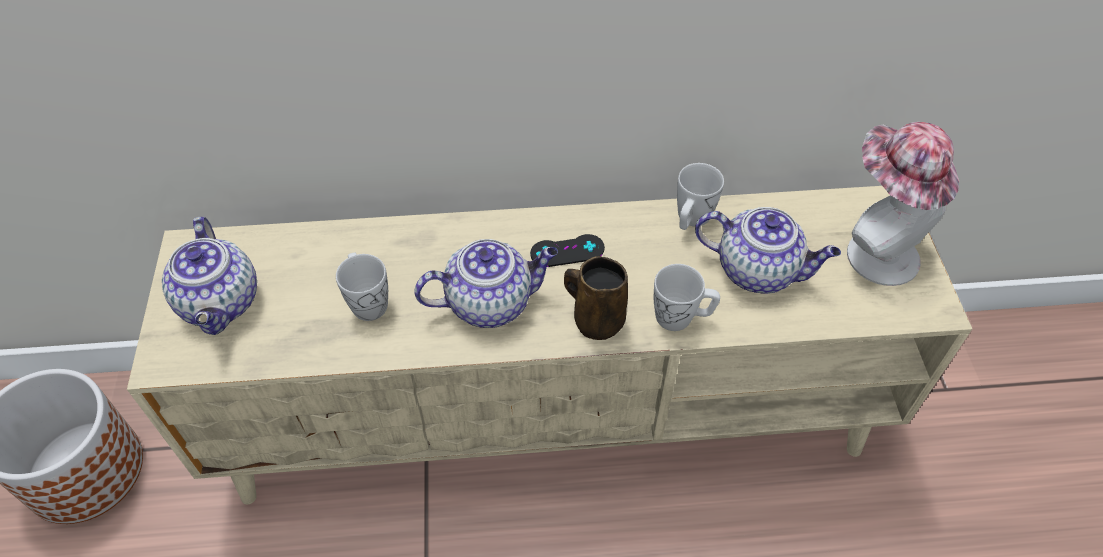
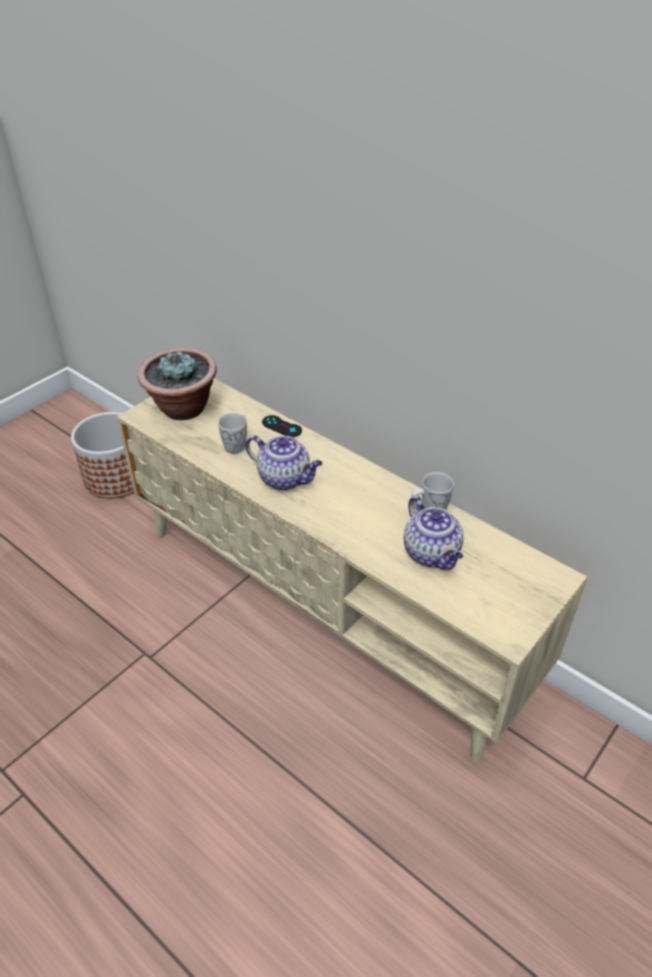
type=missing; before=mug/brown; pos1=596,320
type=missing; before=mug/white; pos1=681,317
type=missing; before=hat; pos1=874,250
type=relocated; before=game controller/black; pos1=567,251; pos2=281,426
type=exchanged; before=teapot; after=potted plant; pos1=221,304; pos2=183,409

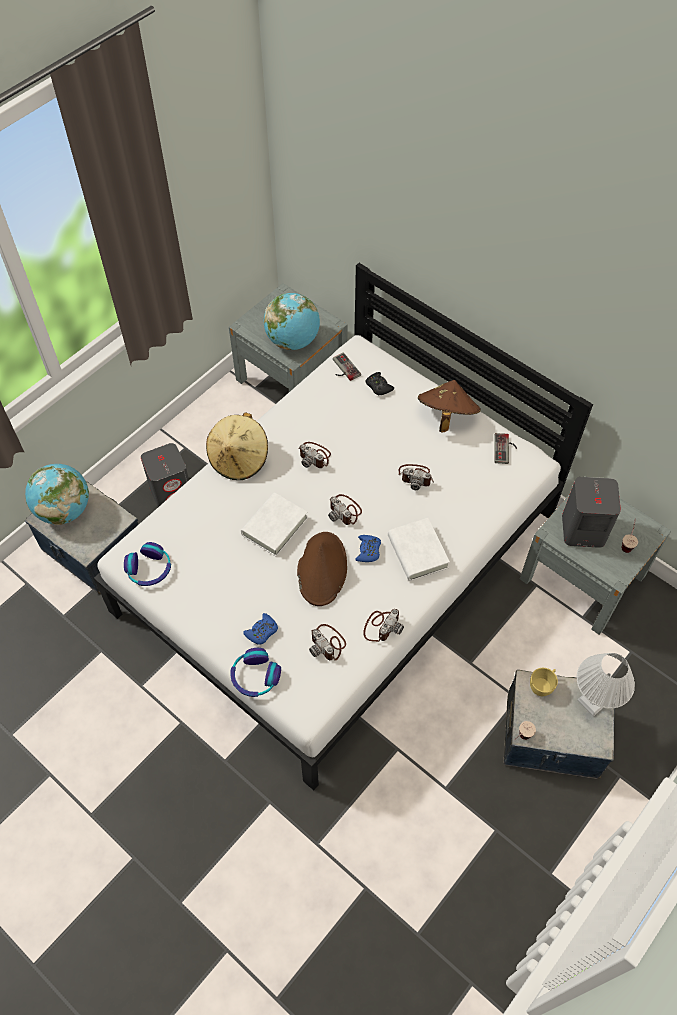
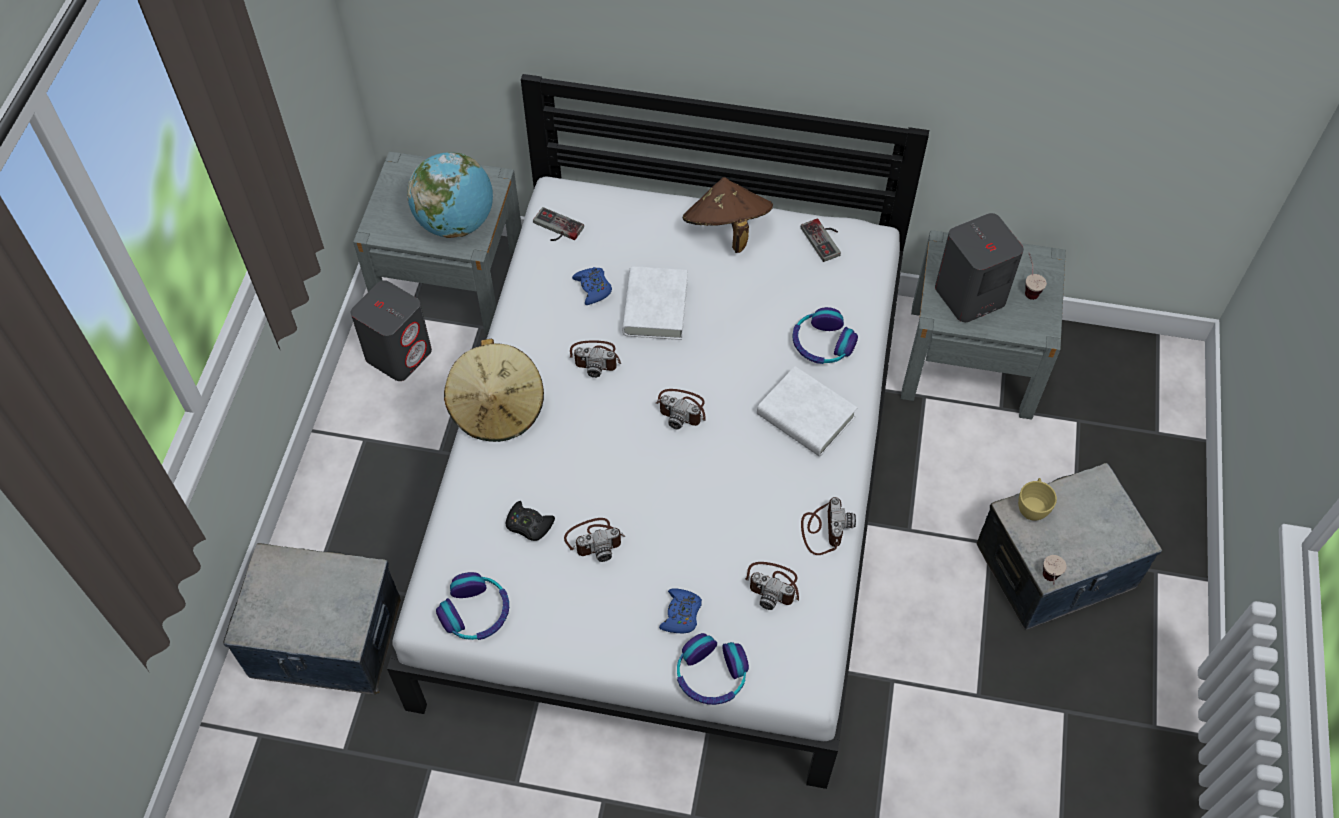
type=missing; before=globe; pos1=64,510
type=missing; before=hat/brown; pos1=322,569
type=missing; before=table lamp/white; pos1=592,702
type=appeared; after=headphones; pos2=822,344
type=relocated; before=speaker/grey; pos1=172,493; pos2=399,354
type=relocated; before=book/white; pos1=274,527; pos2=655,308
type=relocated; before=game controller/blue; pos1=368,550; pos2=593,288
type=relocated; before=game controller/black; pos1=378,386; pos2=529,525
type=relocated; before=photo camera; pos1=416,477; pos2=595,539

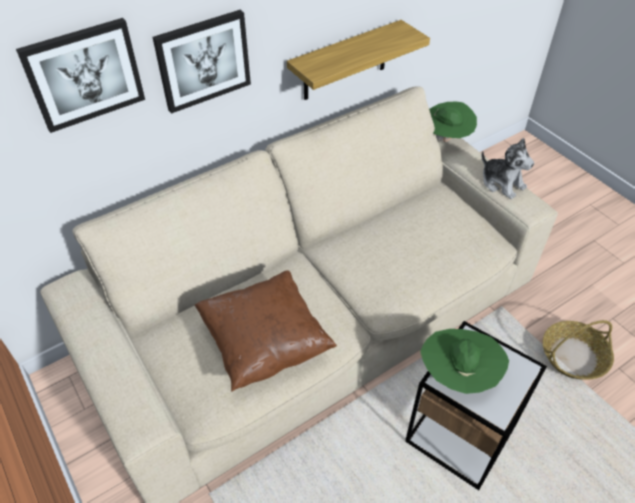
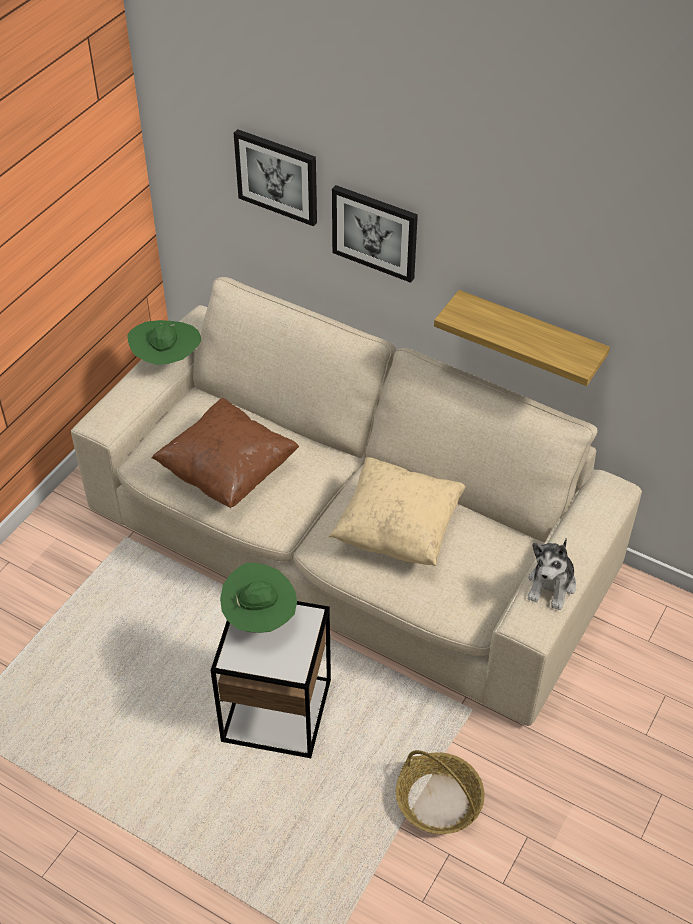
type=appeared; after=pillow/beige; pos2=398,530
type=relocated; before=hat/green; pos1=445,139; pos2=167,360

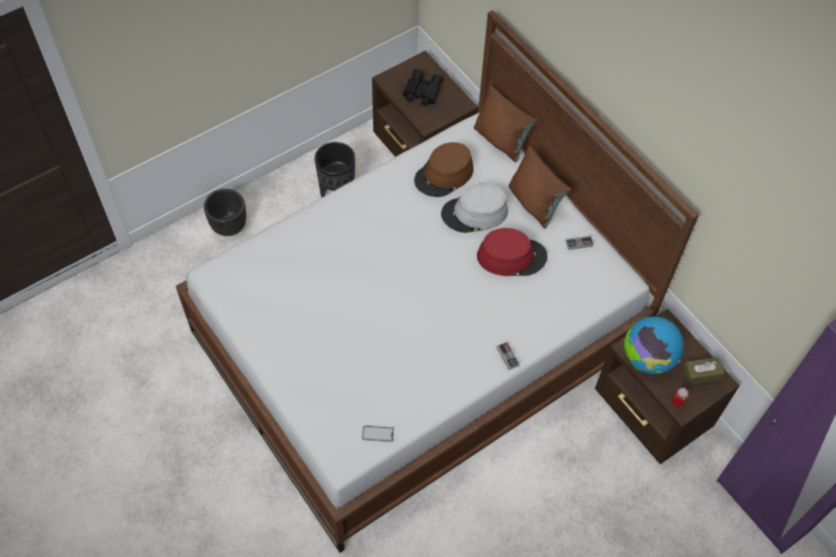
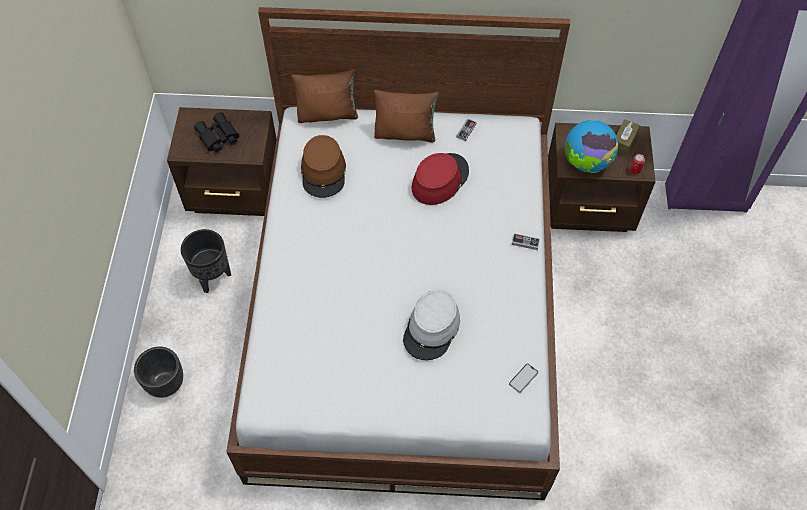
type=relocated; before=hat/grey; pos1=474,213; pos2=432,329

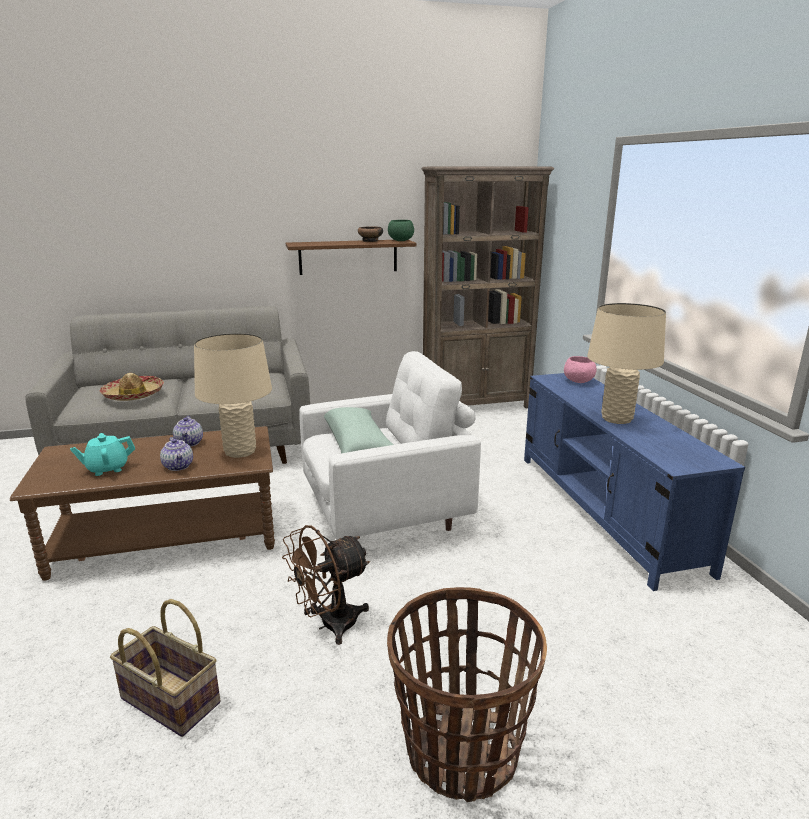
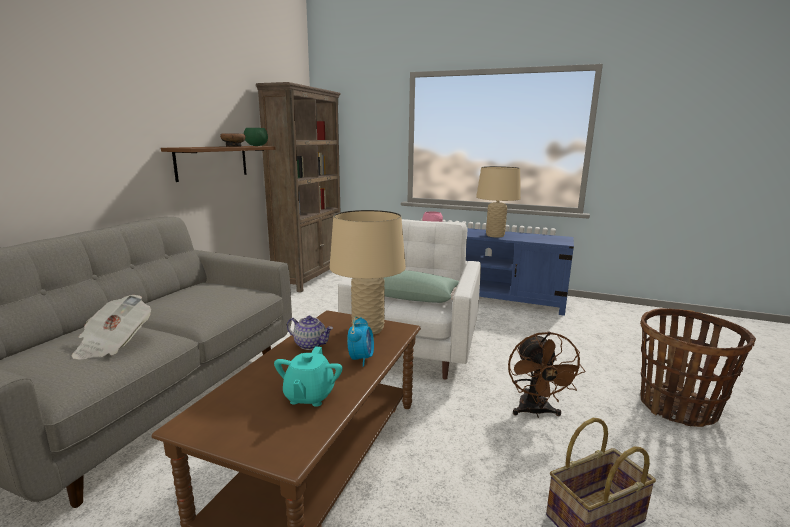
type=exchanged; before=hat; after=newspaper; pos1=133,395; pos2=114,344
type=exchanged; before=teapot; after=alarm clock; pos1=178,466; pos2=361,359

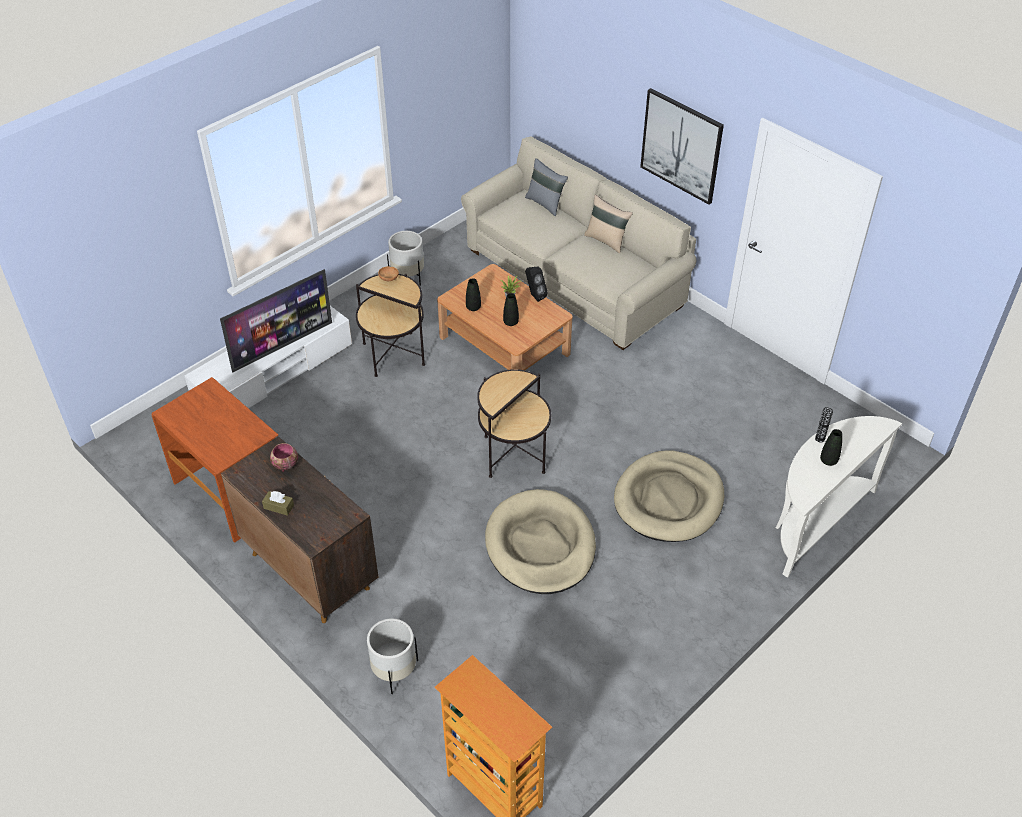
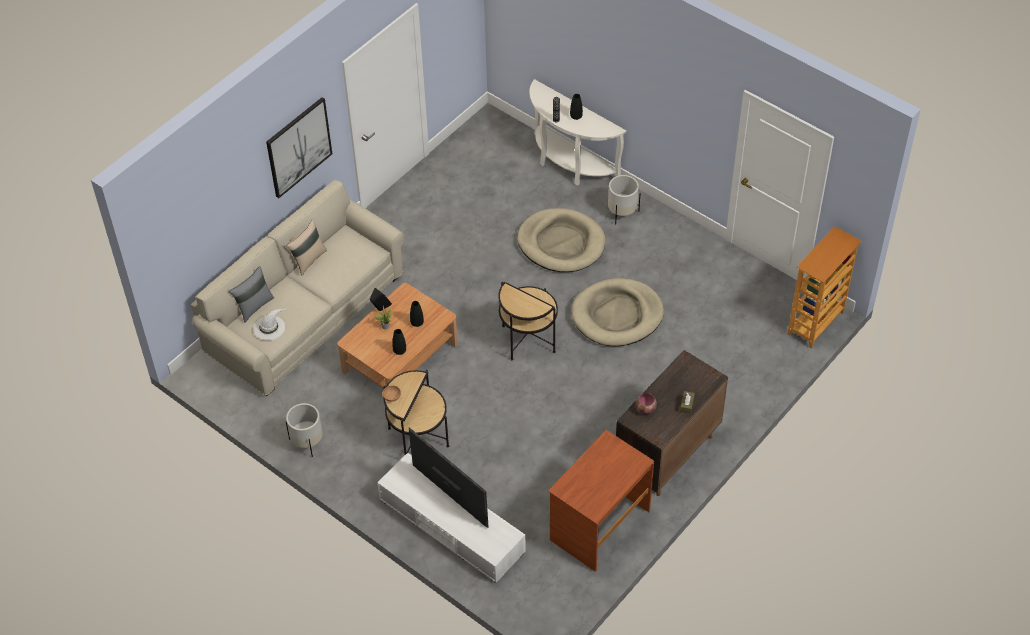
type=appeared; after=hat/white; pos2=269,327
type=relocated; before=planter/white; pos1=394,671; pos2=622,213

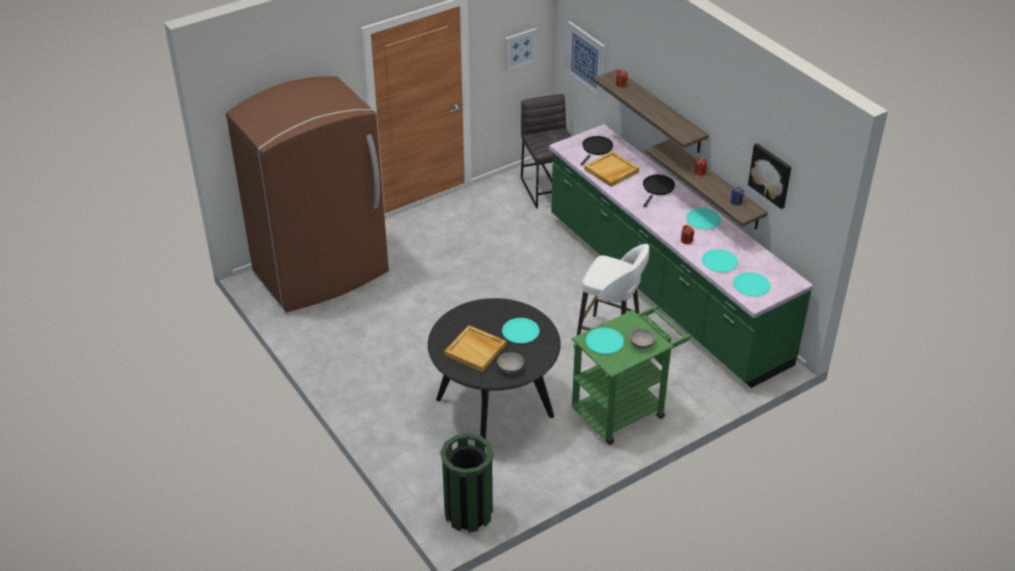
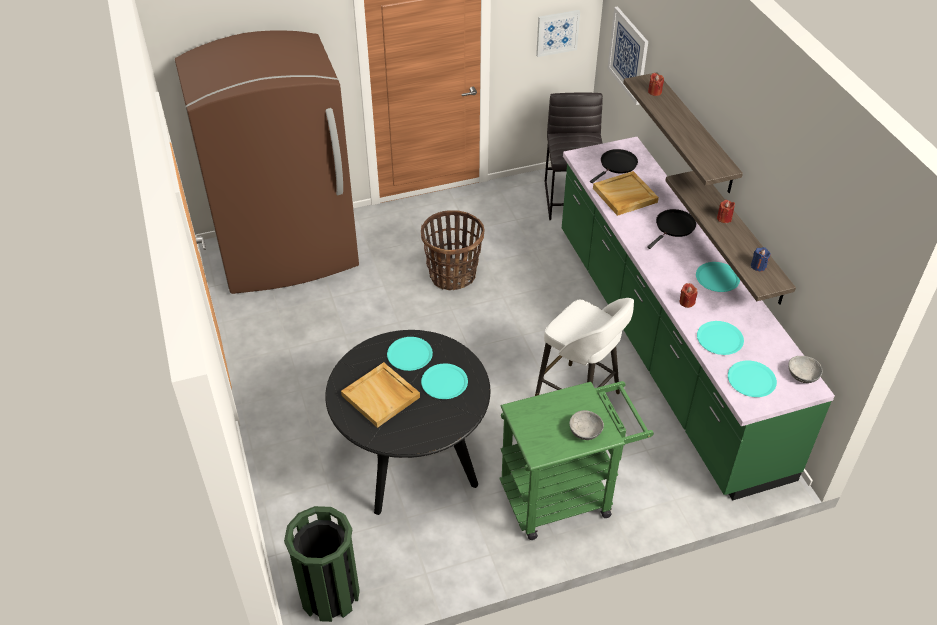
type=missing; before=picture; pos1=771,175
type=appeared; after=basket; pos2=452,275
type=relocated; before=bowl/grey; pos1=510,368; pos2=802,376
type=relocated; before=plate/turquoise; pos1=604,341; pos2=409,354

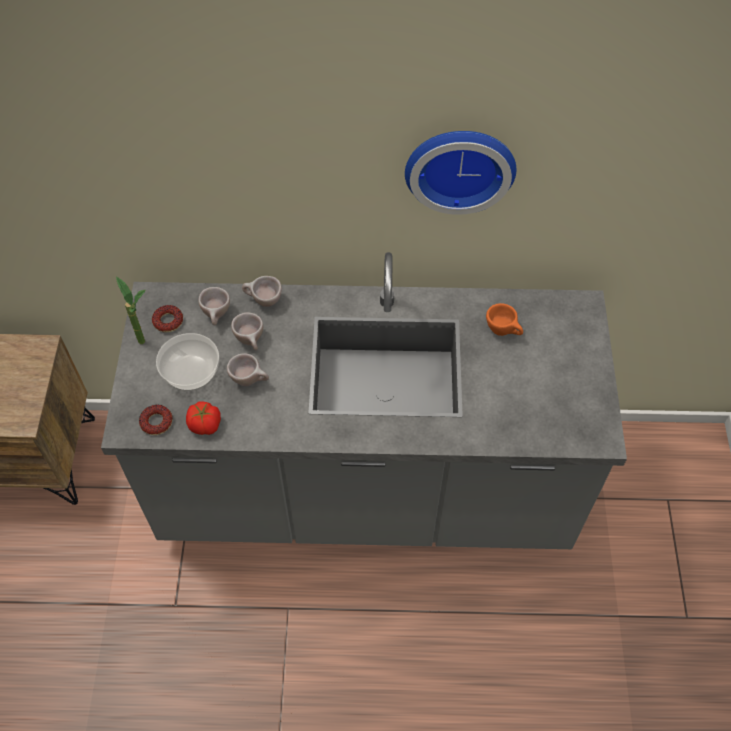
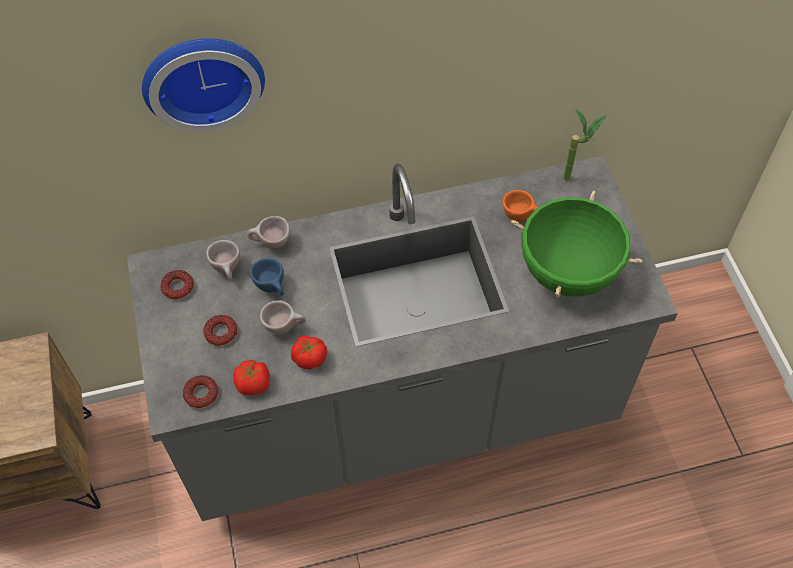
type=appeared; after=tomato; pos2=310,359
type=appeared; after=cooking pot/green; pos2=568,273
type=relocated; before=potted plant; pos1=148,344; pos2=574,179
type=relocated; before=wall clock; pos1=459,165; pos2=202,77
type=exchanged; before=bowl; after=donut; pos1=192,371; pos2=221,333
type=colour; before=cup/beige; after=cup/blue; pos1=251,342; pos2=273,288

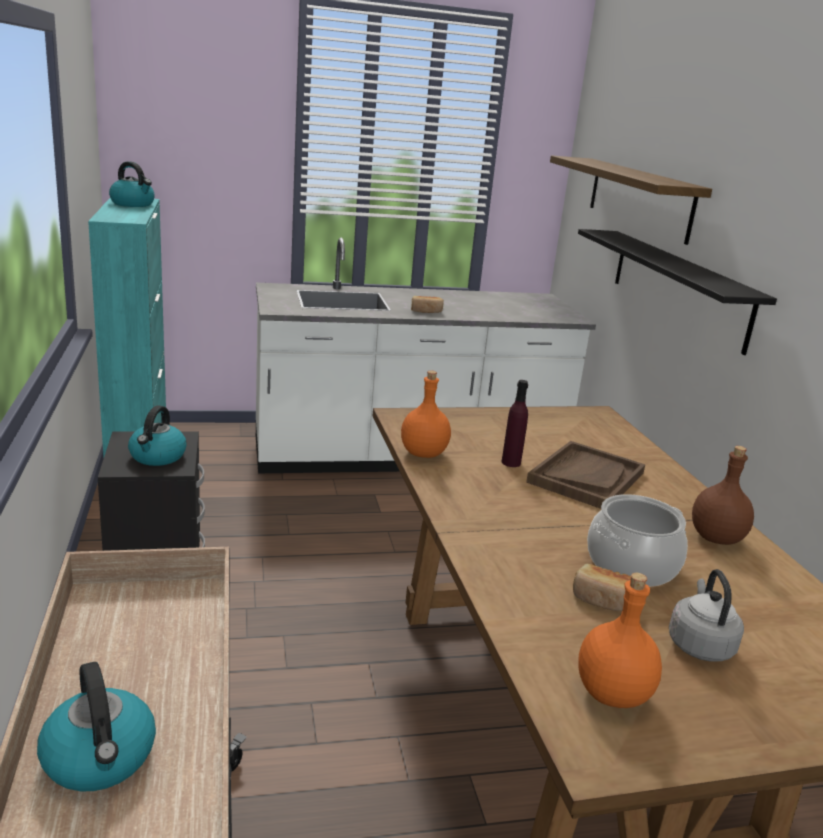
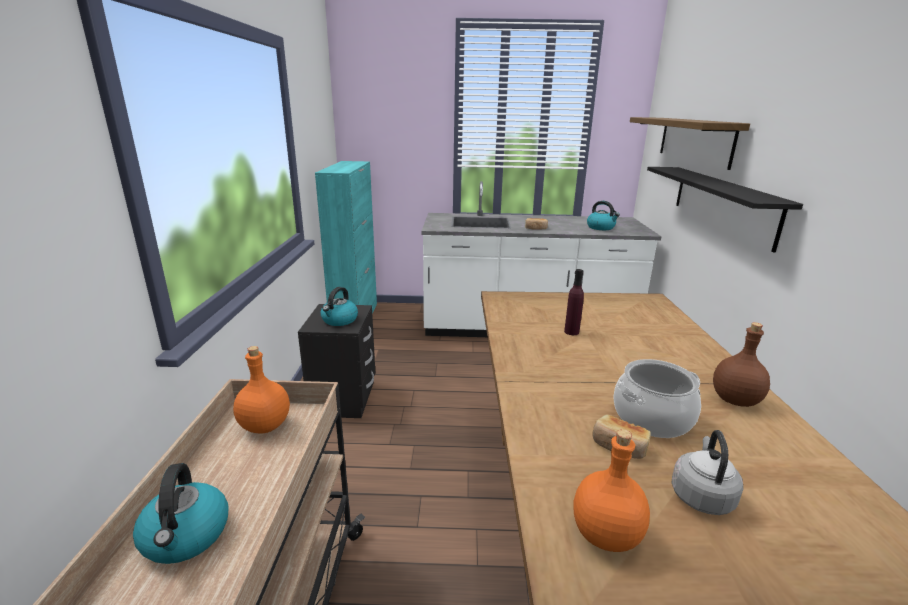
type=missing; before=tray/brown; pos1=586,477
type=relocated; before=kettle; pos1=133,204; pos2=601,227
type=relocated; before=bottle/orange; pos1=424,453; pos2=266,425

